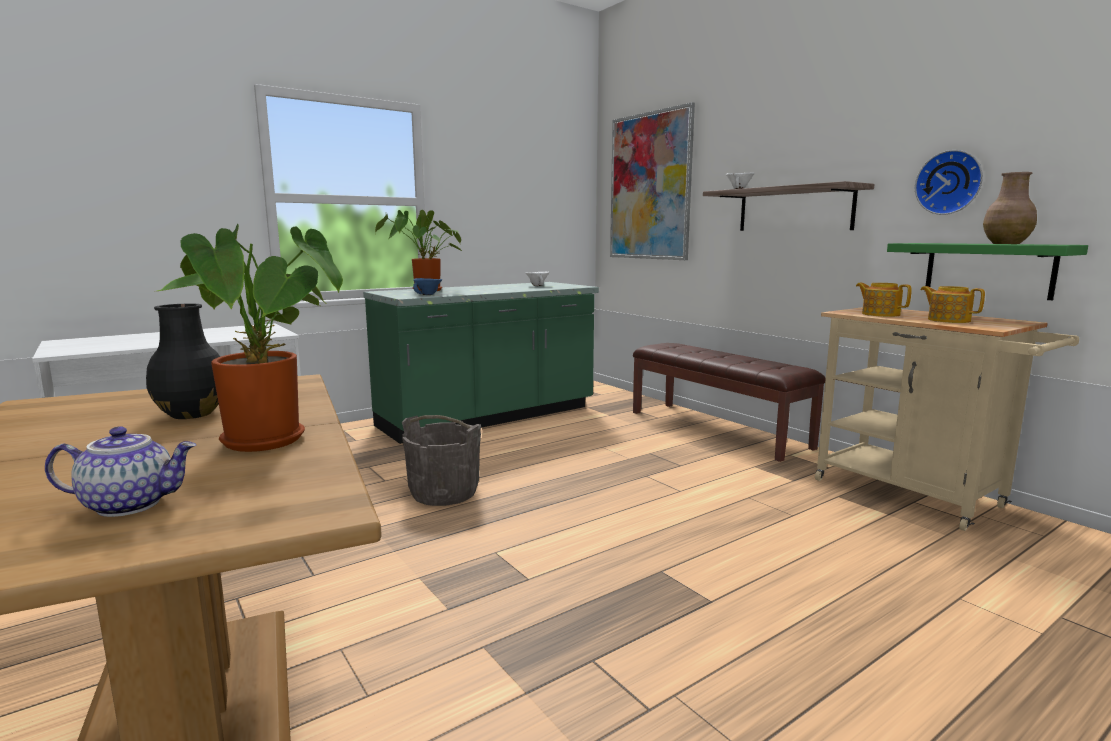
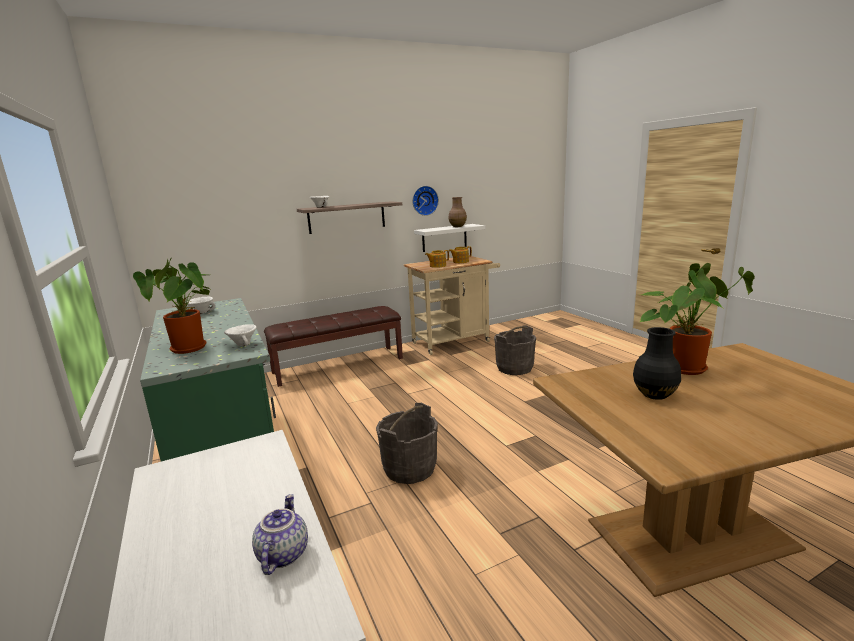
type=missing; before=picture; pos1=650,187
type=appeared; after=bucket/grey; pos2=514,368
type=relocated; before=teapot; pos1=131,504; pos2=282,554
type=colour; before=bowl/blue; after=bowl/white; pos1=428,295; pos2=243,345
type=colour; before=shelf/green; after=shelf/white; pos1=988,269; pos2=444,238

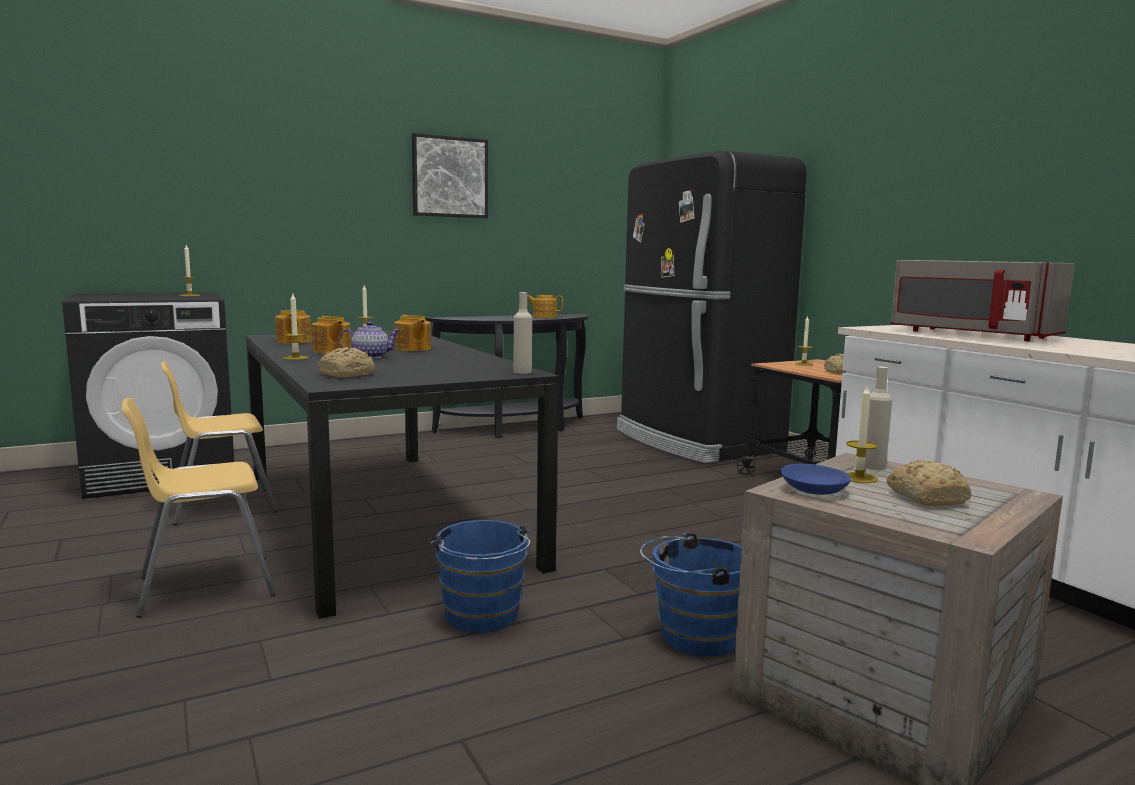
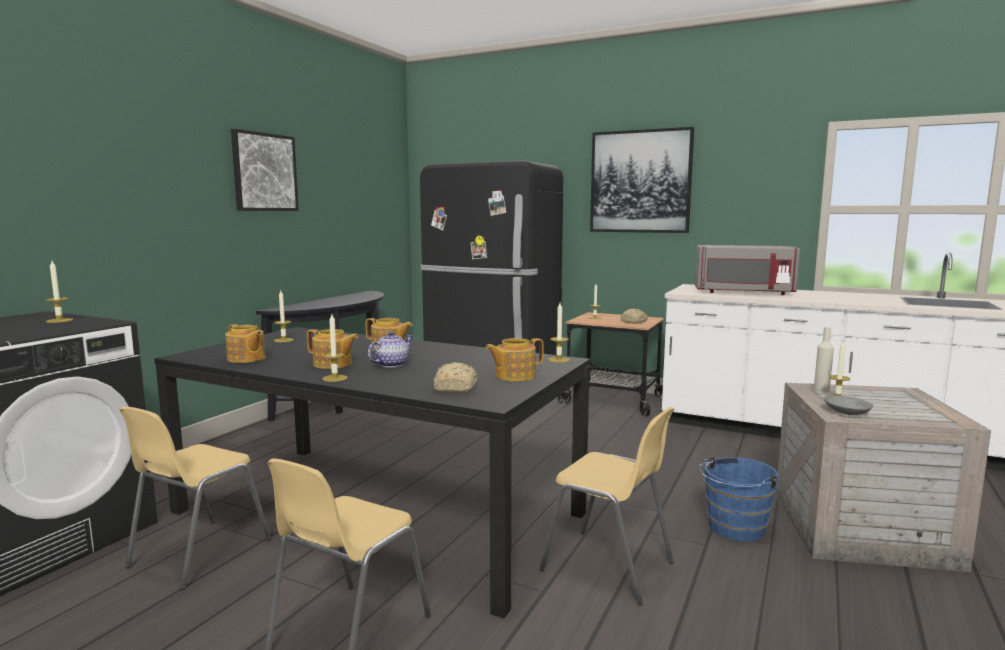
type=missing; before=bread; pos1=927,498
type=appeared; after=picture; pos2=640,182
type=relocated; before=teapot; pos1=544,317; pos2=514,376
type=exchanged; before=bucket/blue; after=chair/yellow; pos1=482,618; pos2=609,567
type=exchanged; before=bottle/beige; after=candle; pos1=522,372; pos2=559,360
type=colour; before=bowl/blue; after=bowl/grey; pos1=814,490; pos2=848,412

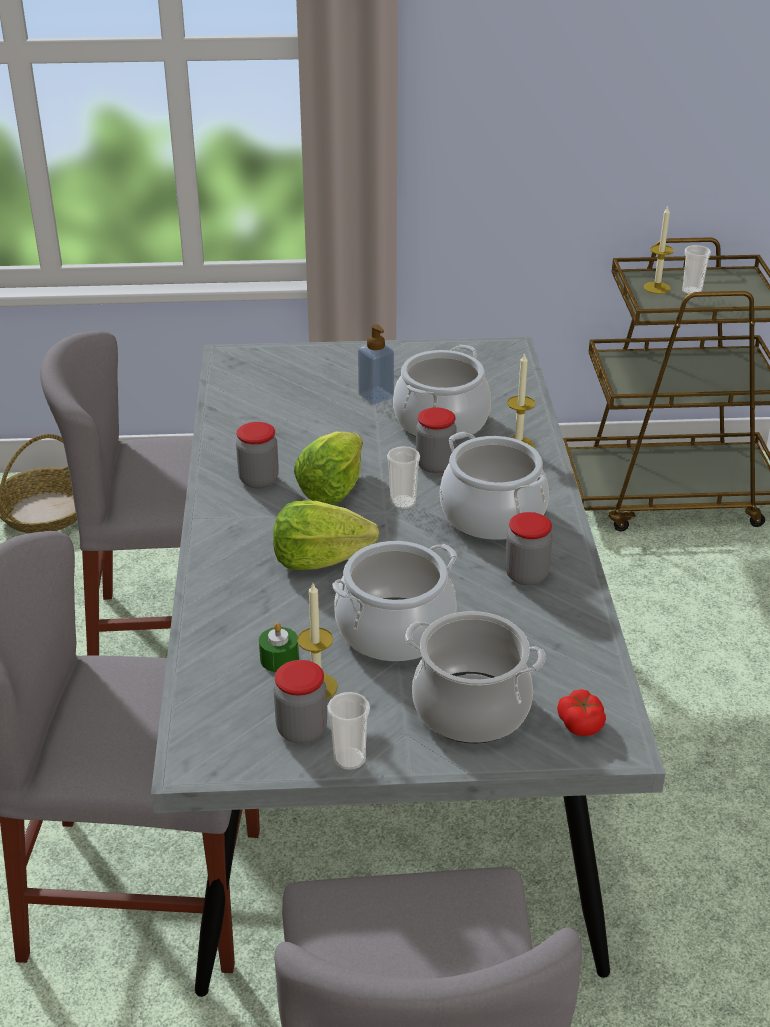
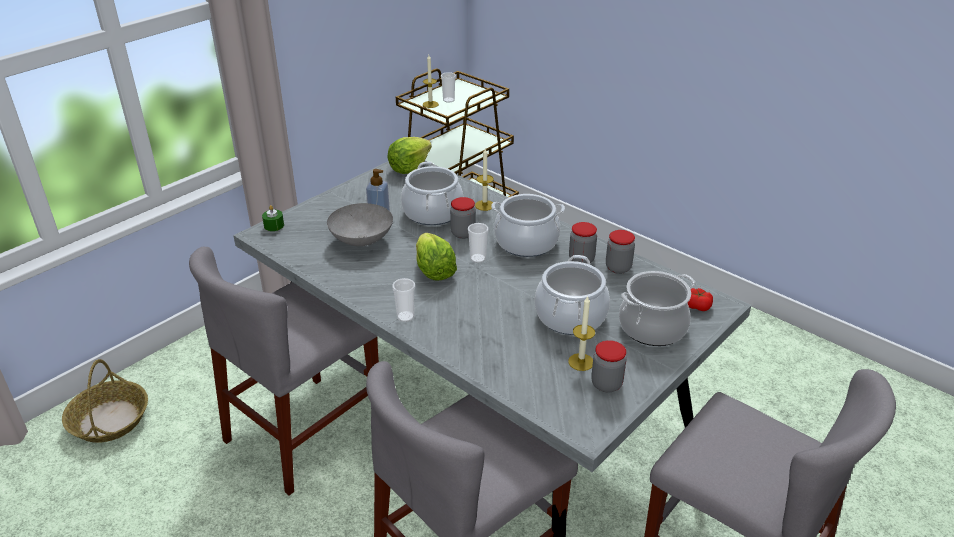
type=appeared; after=bowl/grey; pos2=363,240
type=relocated; before=jar; pos1=259,480; pos2=618,268
type=relocated; before=candle/green; pos1=279,659; pos2=274,225
type=relocated; before=lettuce; pos1=320,559; pos2=409,167
type=relocated; before=cup; pos1=349,759; pos2=405,317

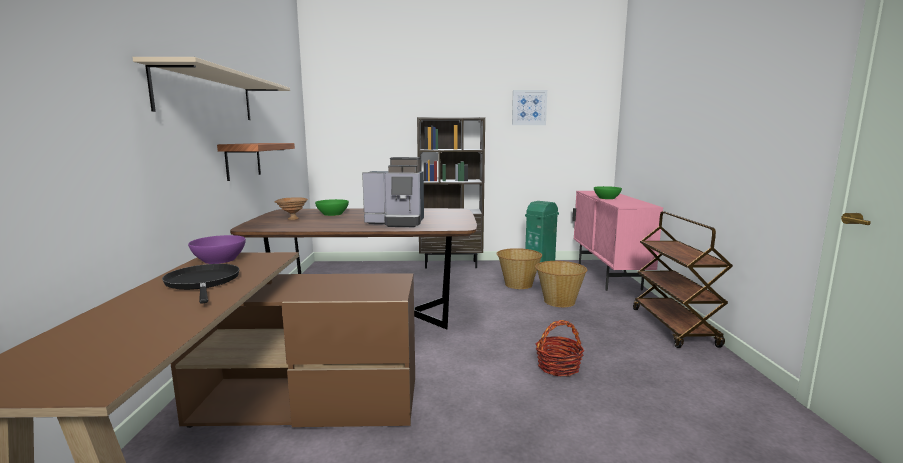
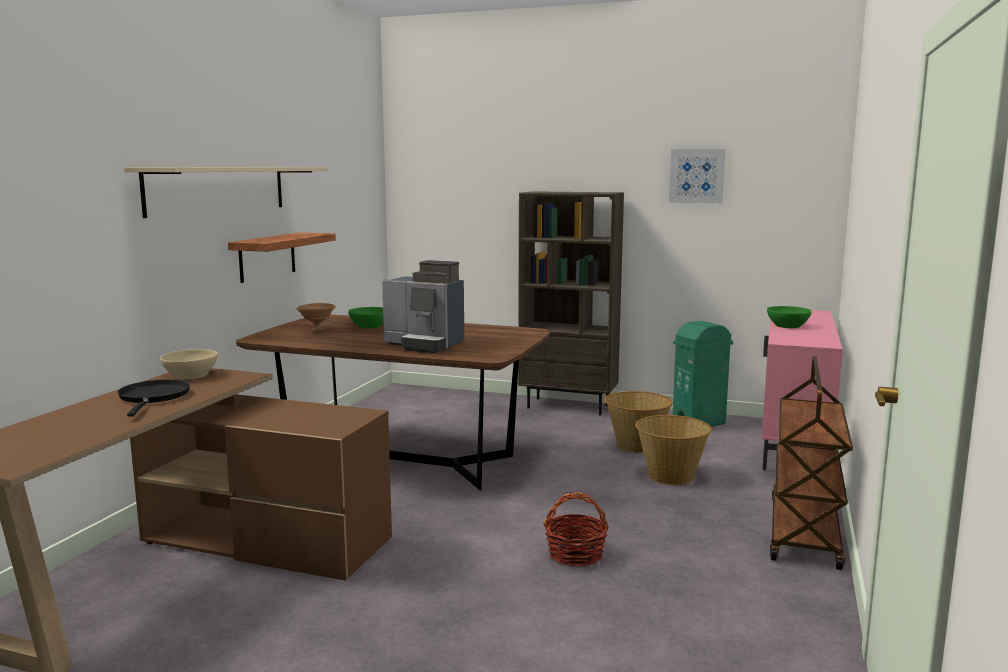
type=colour; before=bowl/purple; after=bowl/beige; pos1=220,260; pos2=191,375

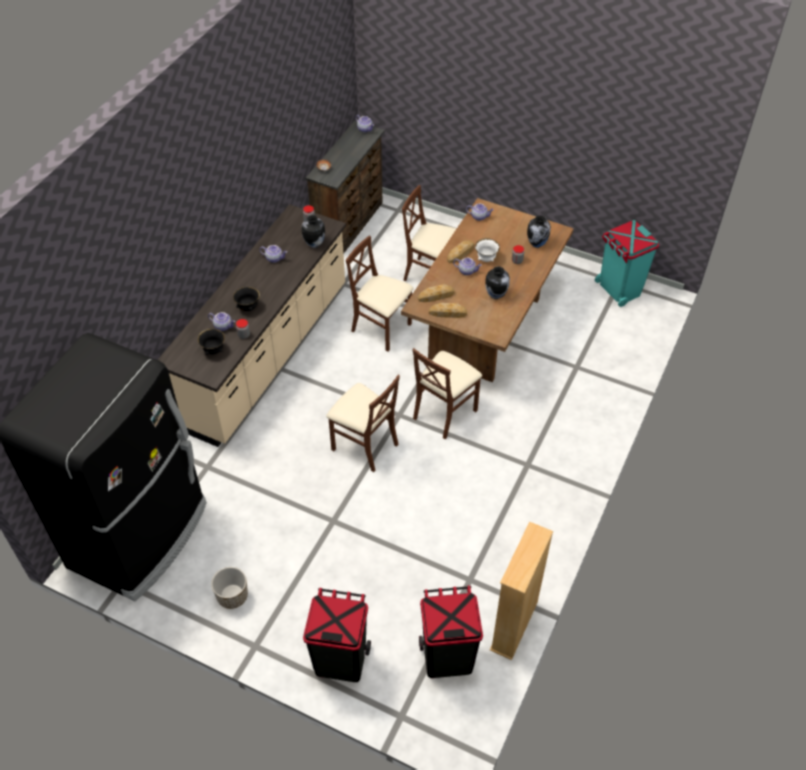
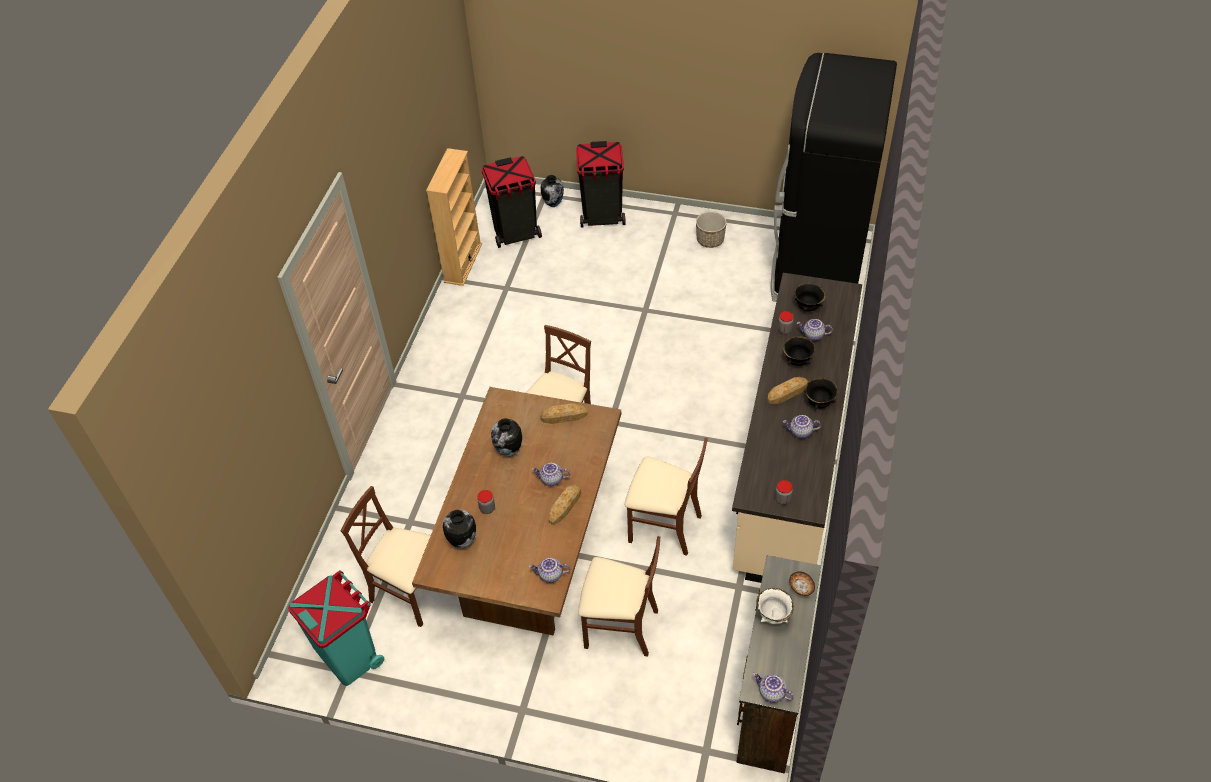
type=appeared; after=bowl/black; pos2=818,403
type=relocated; before=vase; pos1=314,244; pos2=553,204
type=relocated; before=chair/brown; pos1=365,445; pos2=410,592
type=relocated; before=bread; pos1=436,296; pos2=787,392
type=relocated; before=bowl/white; pos1=486,259; pos2=773,616

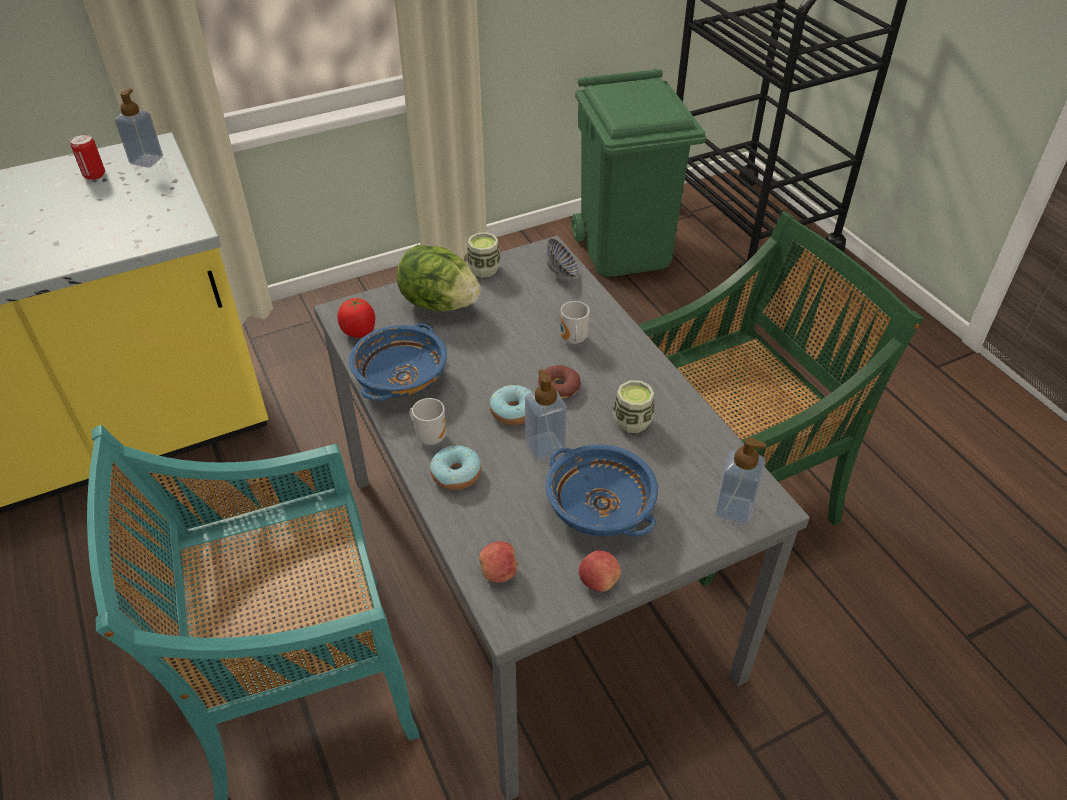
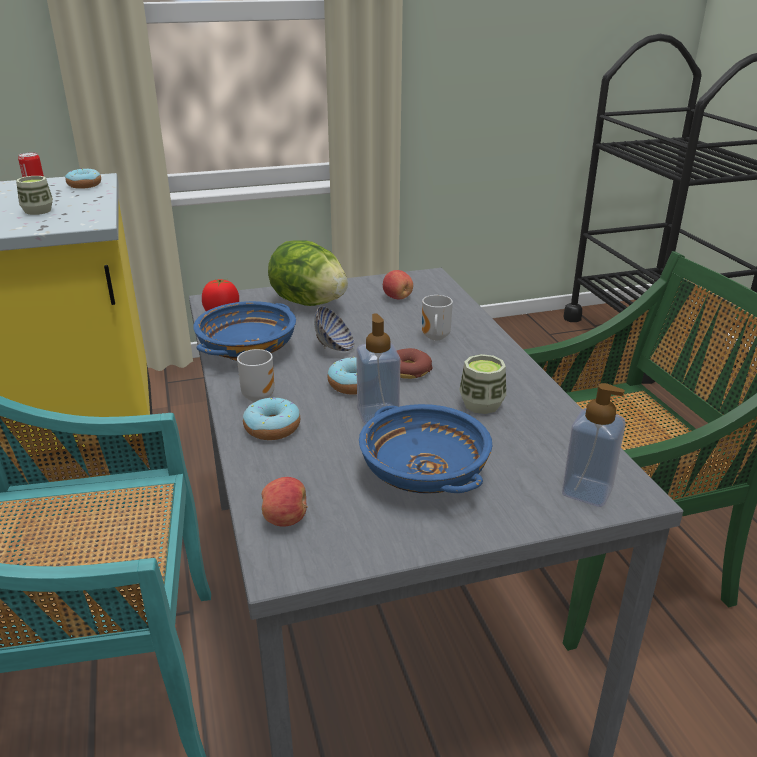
type=missing; before=trash can/green; pos1=625,249
type=relocated; before=cup; pos1=484,269; pos2=38,211
type=relocated; before=bowl; pos1=562,272; pos2=334,347
type=relocated; before=apple; pos1=598,581; pos2=397,297
type=exchanged; before=soap dispenser; after=donut; pos1=146,160; pos2=84,185

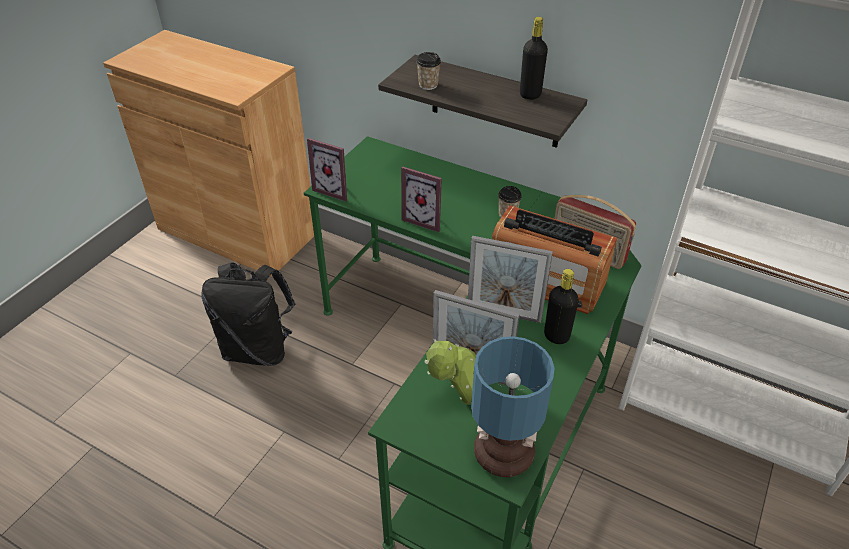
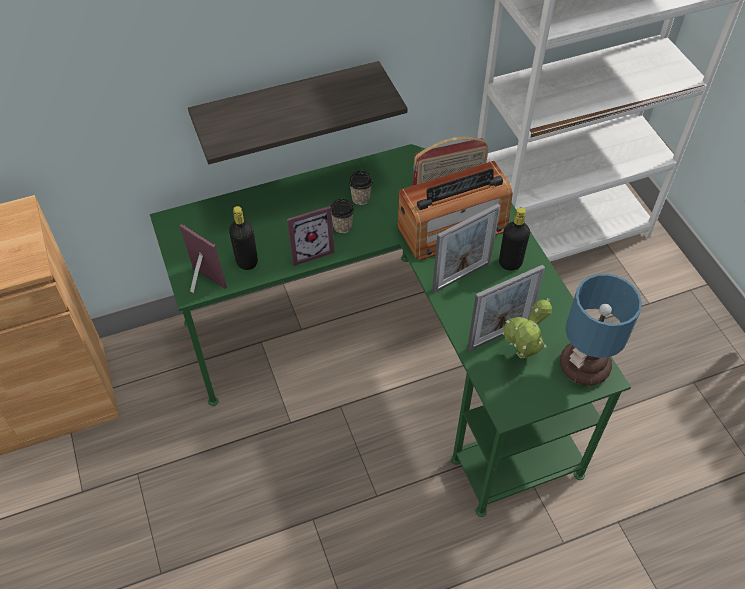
type=missing; before=backpack/black; pos1=258,349
type=relocated; before=cup; pos1=428,85; pos2=342,226
type=relocated; before=bottle/black; pos1=530,94; pos2=247,262
type=spun; before=picture frame; pos1=335,190; pos2=201,284; turn=-120

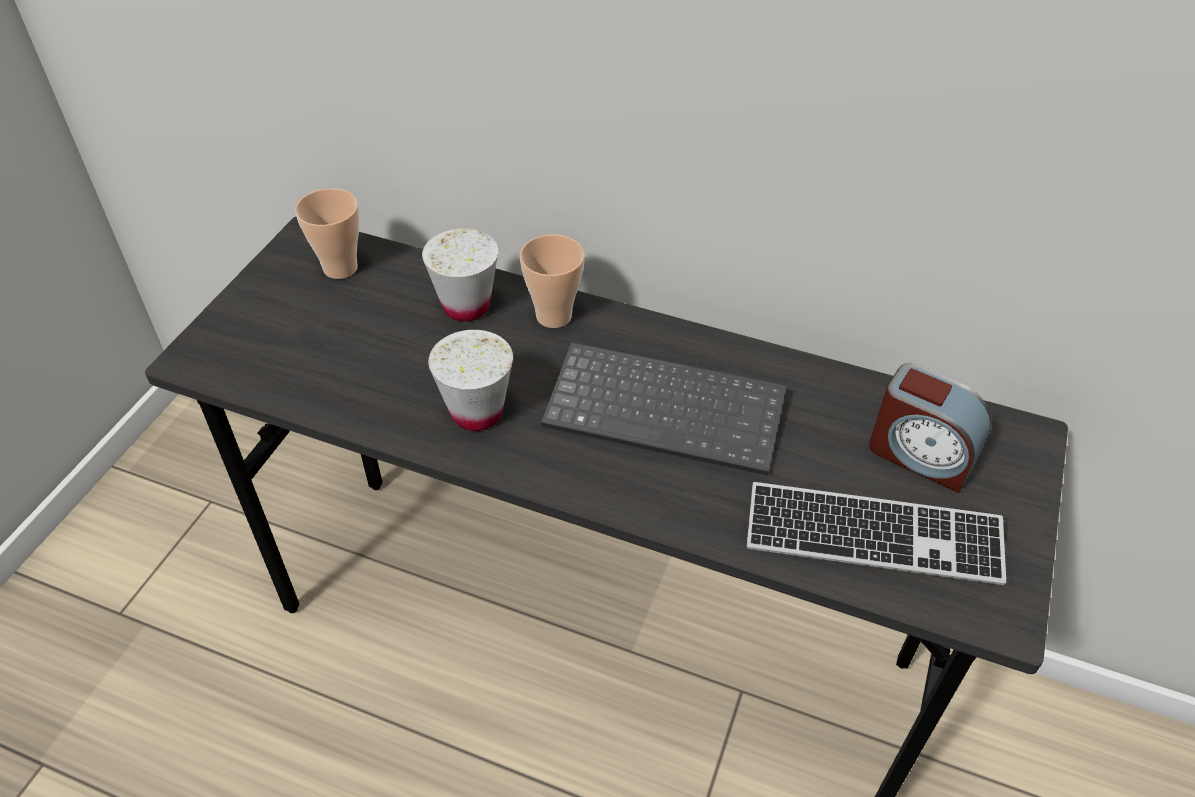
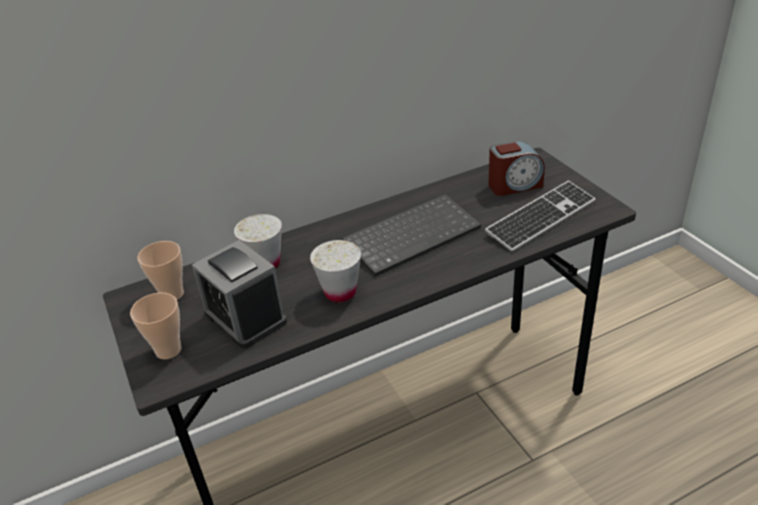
type=appeared; after=alarm clock; pos2=245,317
type=relocated; before=cup; pos1=554,316; pos2=168,350

